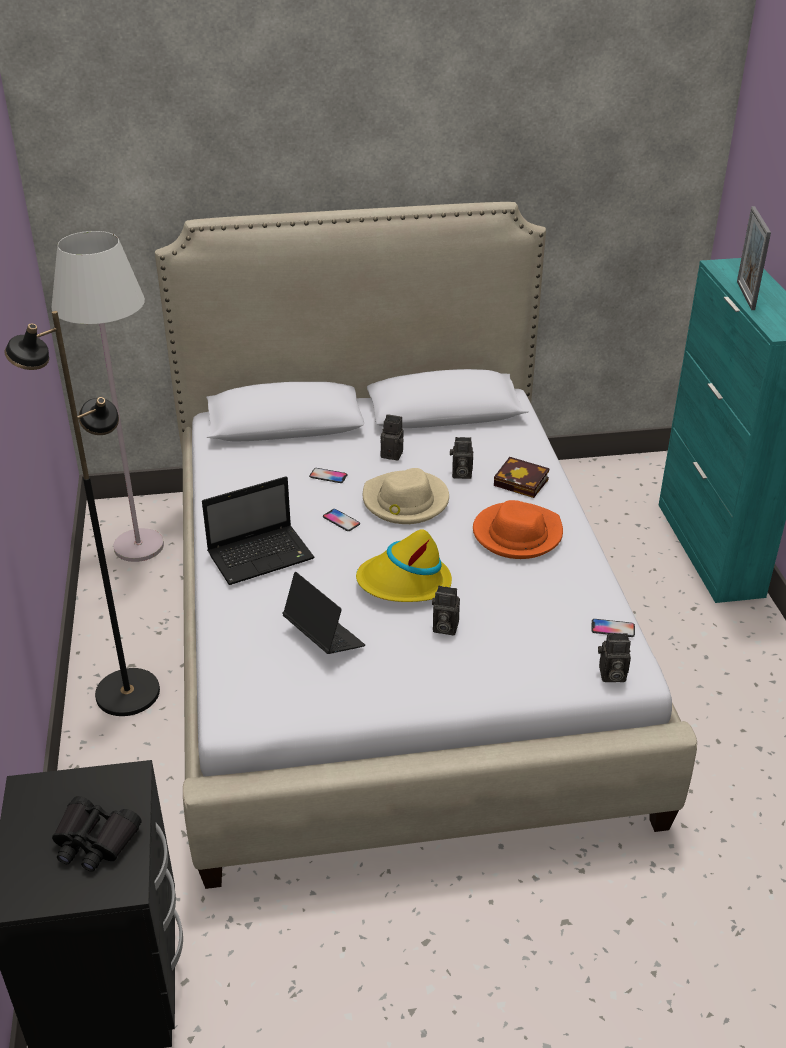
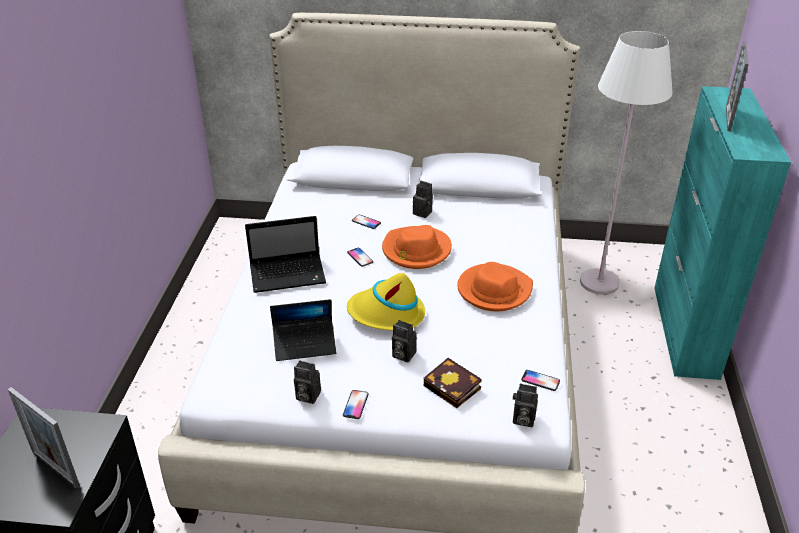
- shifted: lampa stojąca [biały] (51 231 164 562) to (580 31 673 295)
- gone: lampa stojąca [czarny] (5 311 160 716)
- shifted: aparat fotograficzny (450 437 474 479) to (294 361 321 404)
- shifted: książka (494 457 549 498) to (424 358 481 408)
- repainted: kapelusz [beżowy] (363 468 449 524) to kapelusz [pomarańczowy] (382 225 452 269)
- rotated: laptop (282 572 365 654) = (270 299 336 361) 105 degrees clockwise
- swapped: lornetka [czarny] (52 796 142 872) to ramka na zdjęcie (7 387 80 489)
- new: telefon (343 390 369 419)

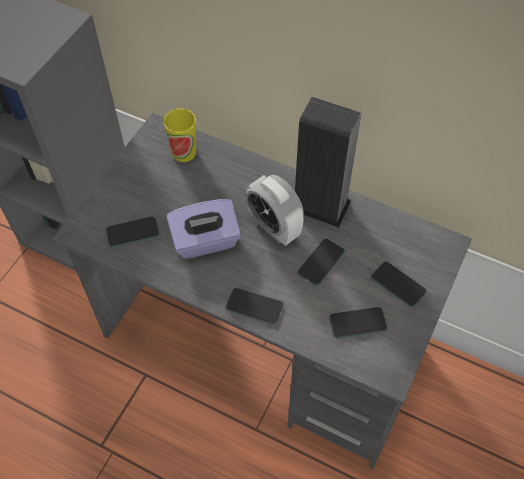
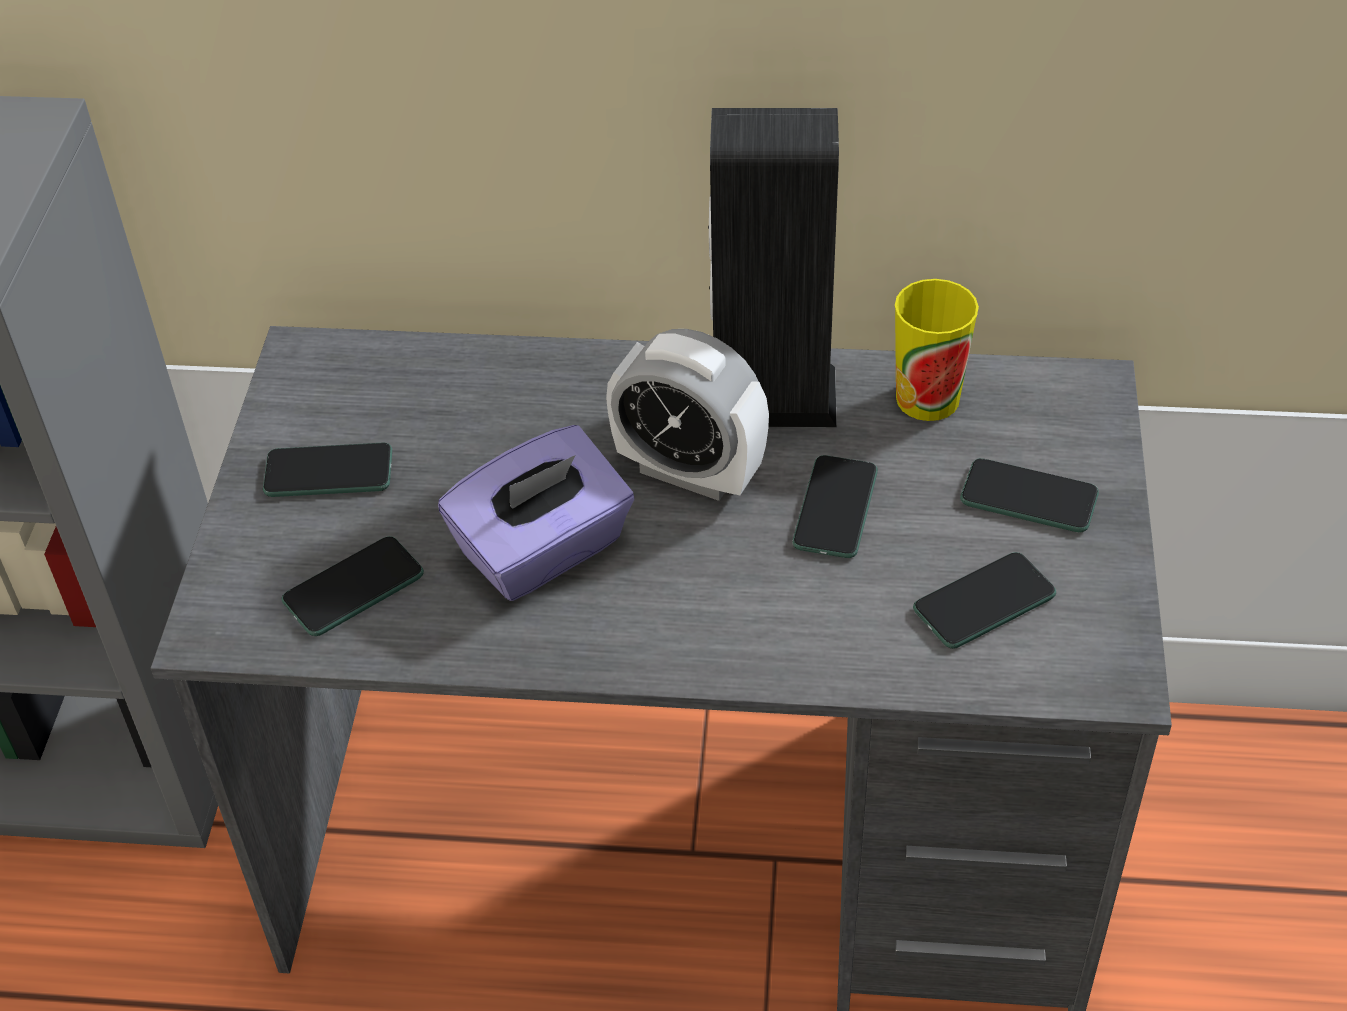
- shifted: filiżanka (163 108 196 162) to (895 279 979 421)
- shifted: telefon (225 288 284 325) to (263 443 392 497)

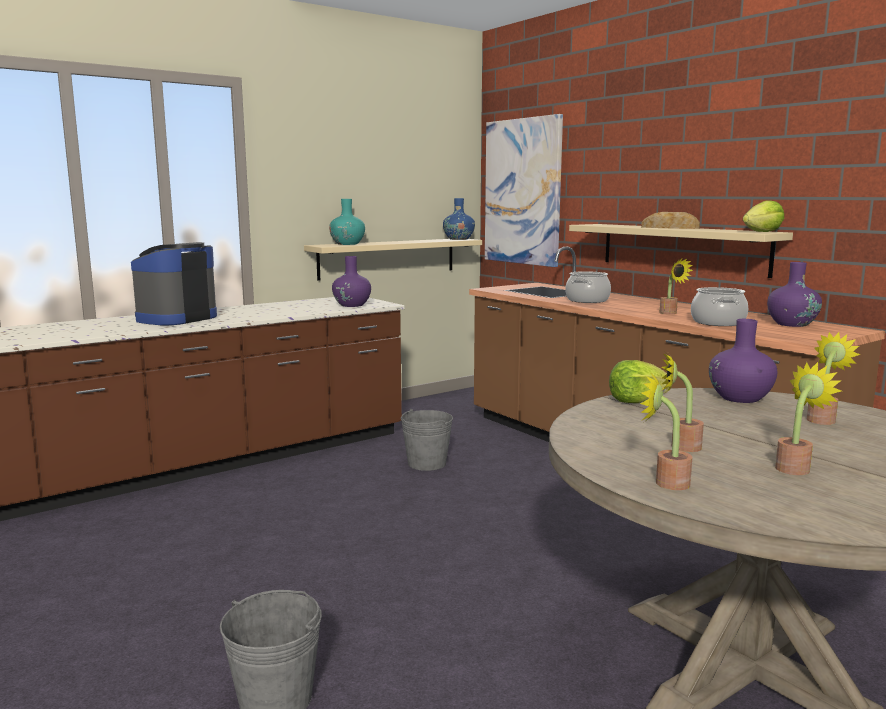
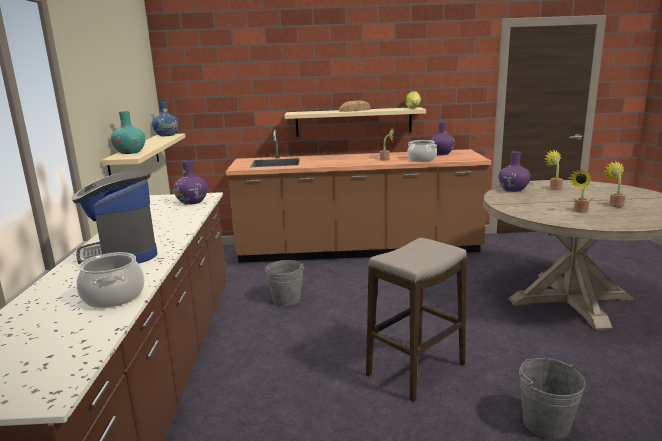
- gone: obraz (485 114 563 267)
- shifted: garnek (565 271 611 303) to (76 252 145 308)
- gone: sałata (609 360 667 403)
- gone: roślina doniczkowa (640 372 692 490)
- new: stołek (366 238 467 402)

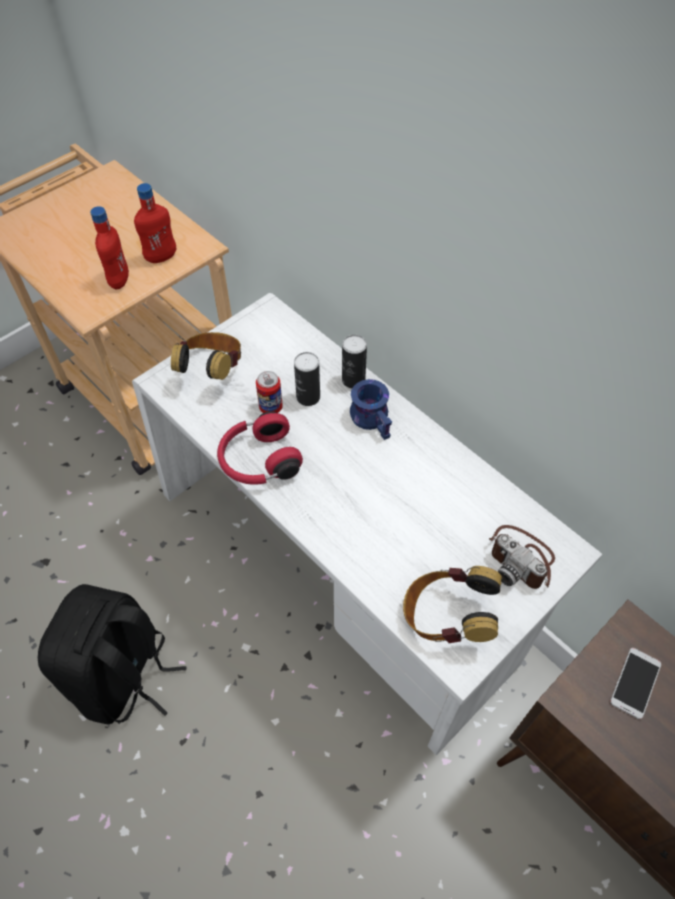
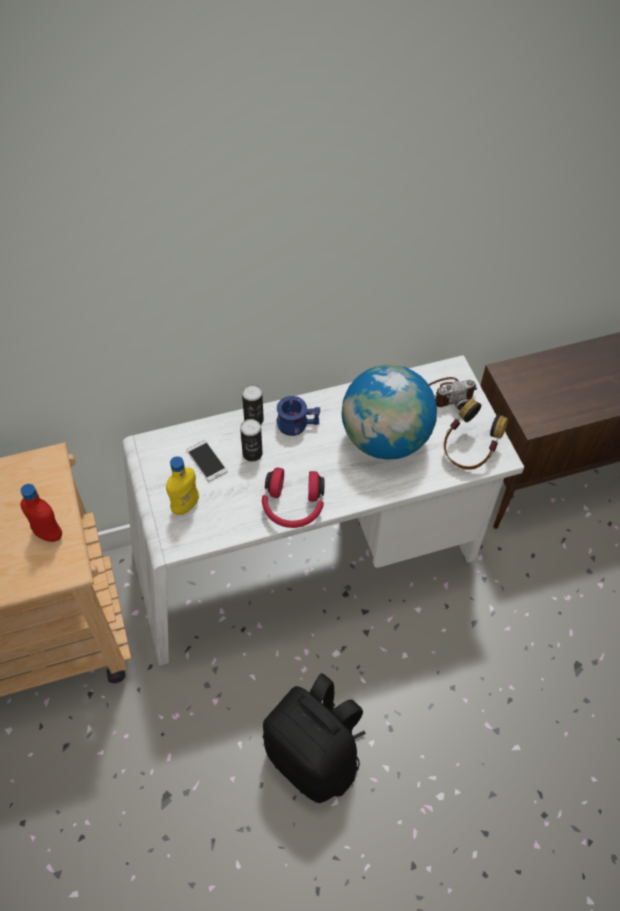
- gone: butelka [czerwony] (134 183 176 263)
- swapped: słuchawki (171 332 241 380) to butelka [żółty] (166 456 199 515)
- gone: puszka (256 371 283 413)
- shifted: telefon (610 648 661 719) to (186 440 227 482)
- new: globus (342 364 437 460)

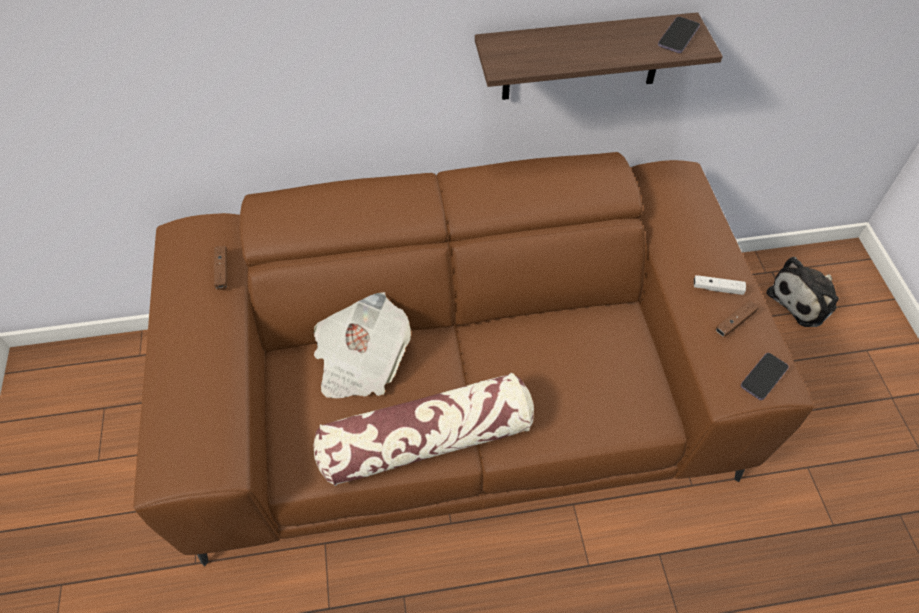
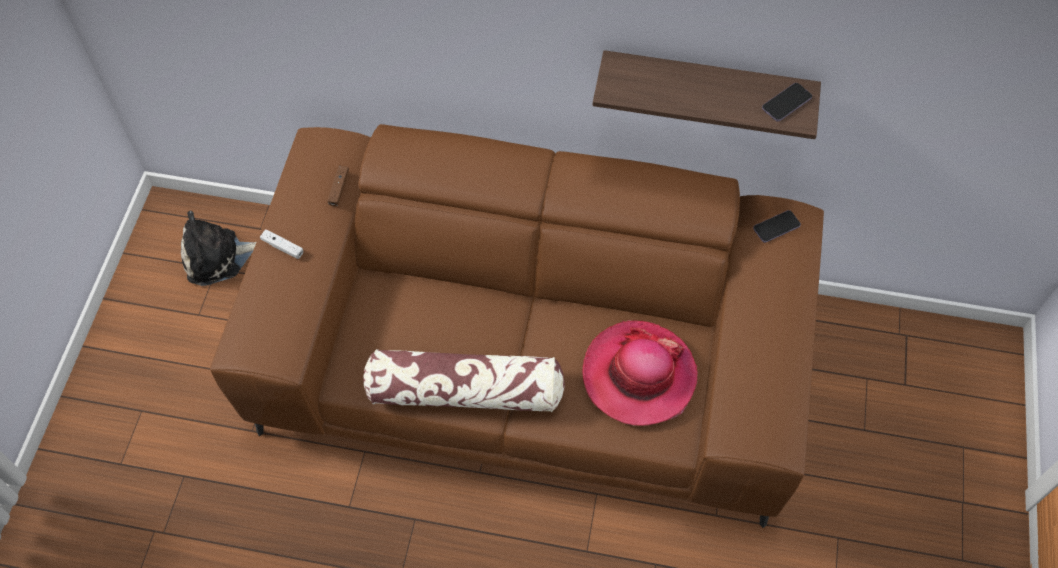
- shifted: pluszak (766 257 839 327) to (181 210 256 286)
- shifted: pad do gier [biały] (694 275 746 295) to (260 229 303 259)
- gone: gazeta (314 292 411 399)
- gone: pad do gier [brązowy] (715 300 759 337)
- shifted: telefon (741 353 789 400) to (753 210 801 243)
- new: kapelusz (582 320 698 426)

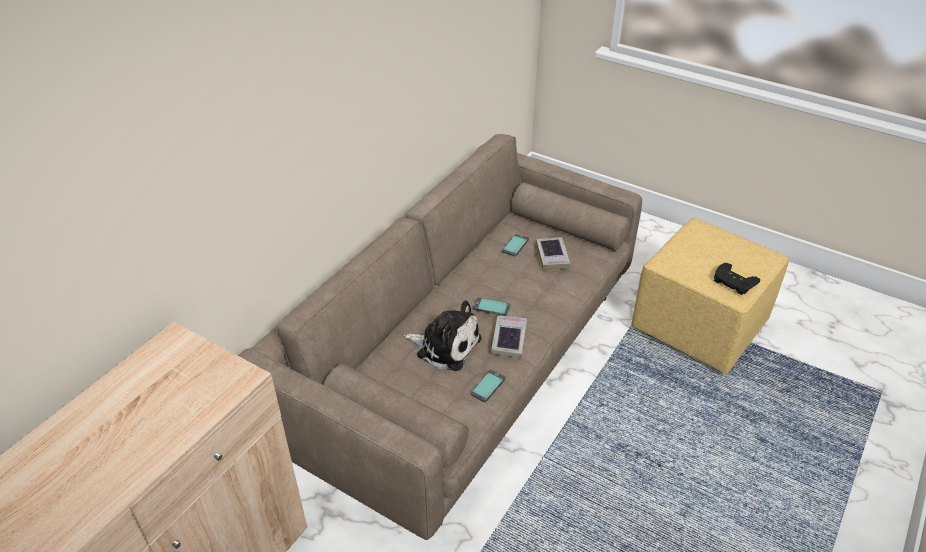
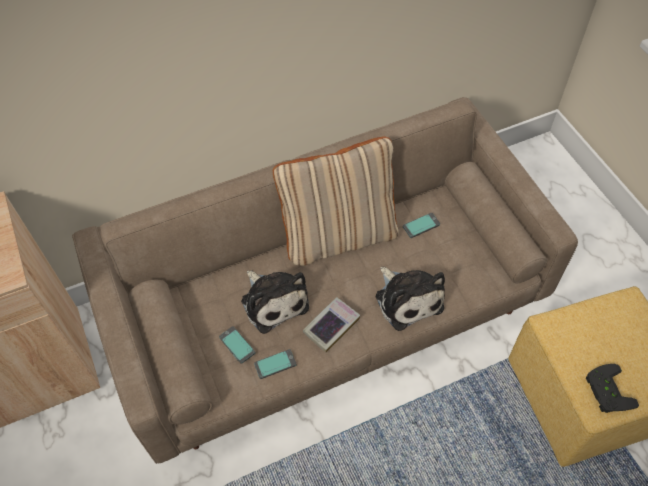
- gone: książka (536 237 570 270)
- shifted: telefon (473 297 510 316) to (219 326 255 364)
- new: poduszka [beżowy] (273 136 399 266)
- new: pluszak (375 267 445 331)

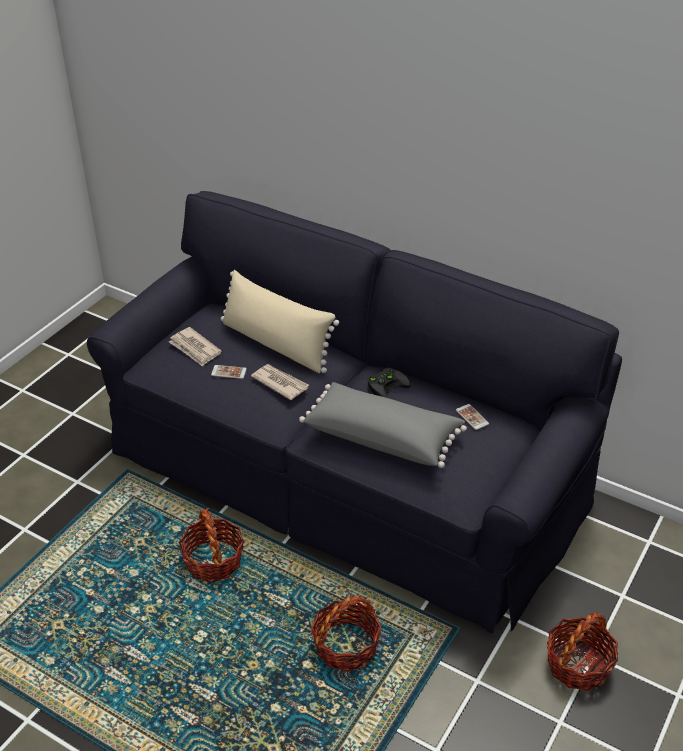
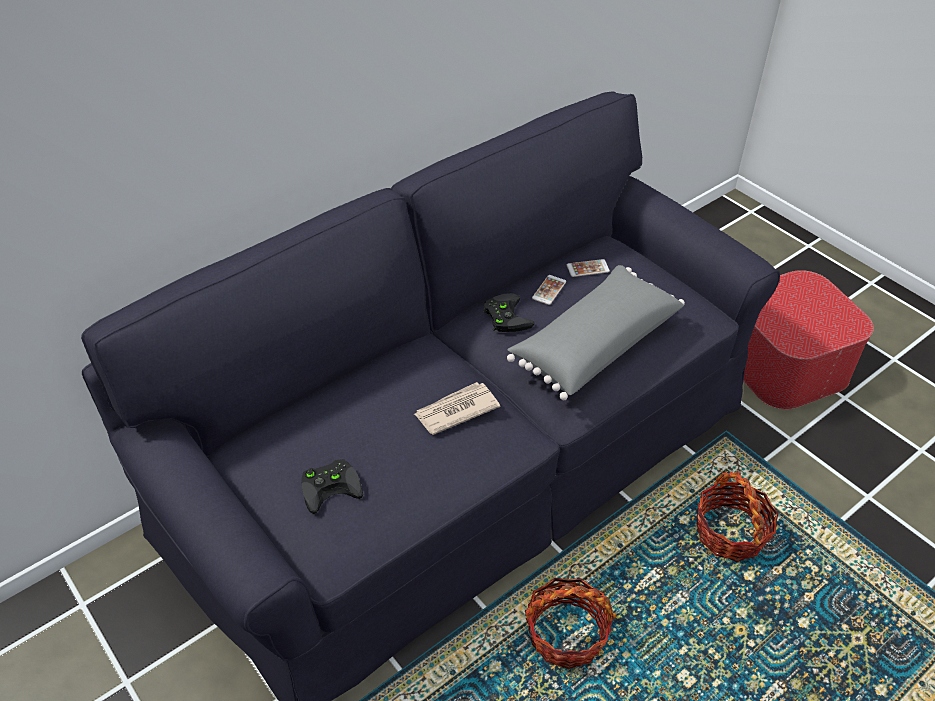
- gone: poduszka [beżowy] (221 270 339 374)
- swapped: gazeta (169 327 222 367) to pad do gier [czarny] (301 459 363 514)
- shifted: telefon (211 365 247 379) to (532 275 566 305)
- swapped: koszyk (547 612 618 691) to pufa (744 270 874 409)

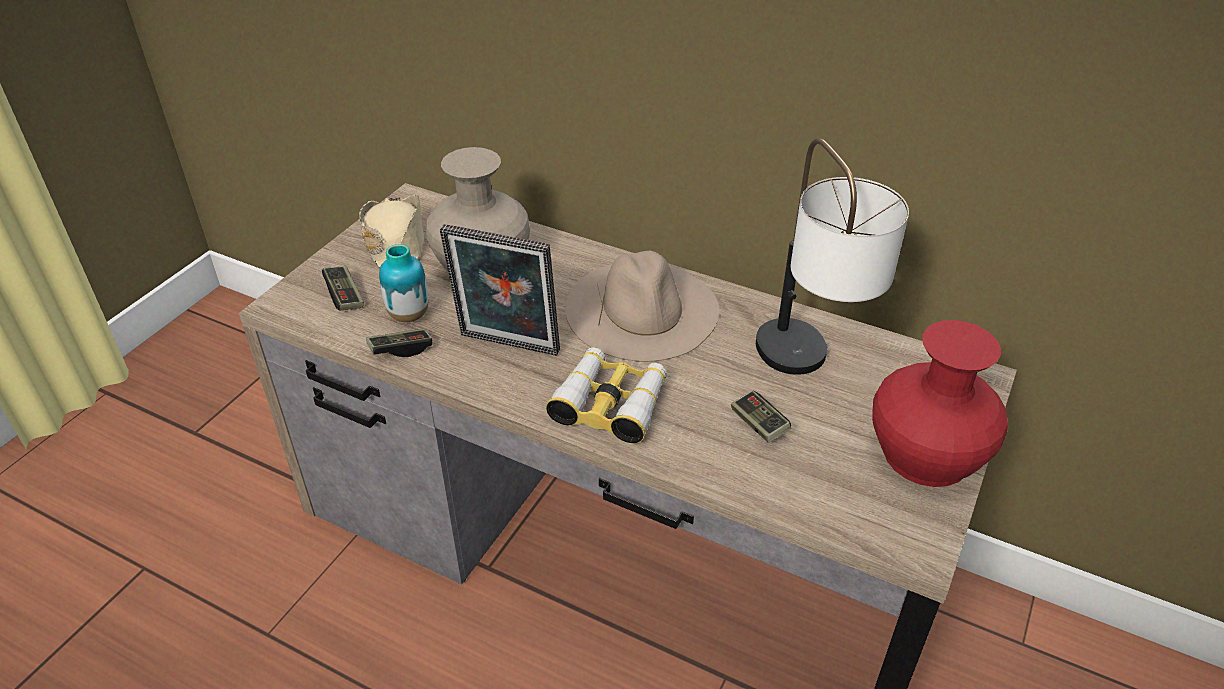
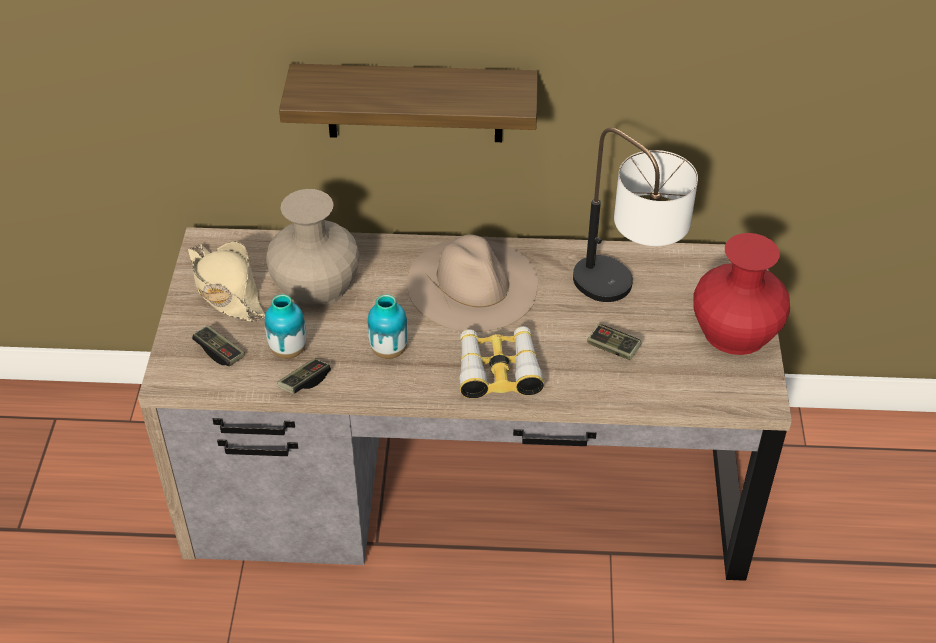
- swapped: ramka na zdjęcie (440 224 560 356) to wazon (368 294 408 359)
- new: półka (279 64 538 142)

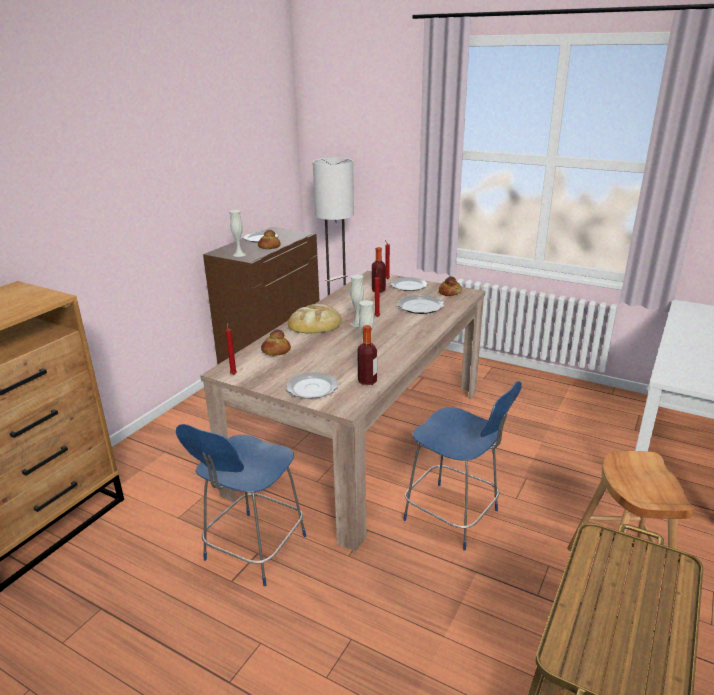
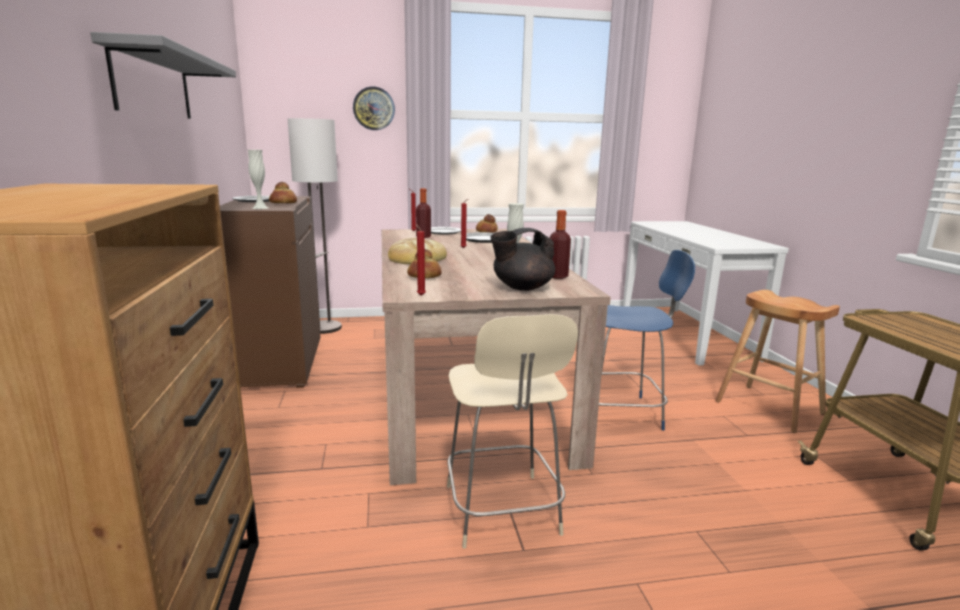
- gone: wazon [biały] (350 274 364 327)
- swapped: talerz (286 372 338 399) to imbryk [czarny] (490 228 555 291)
- repainted: krzesło [niebieski] (176 424 306 586) to krzesło [beżowy] (447 314 578 548)
- new: półka [szary] (90 32 236 119)
- new: zegar ścienny (353 86 395 130)

